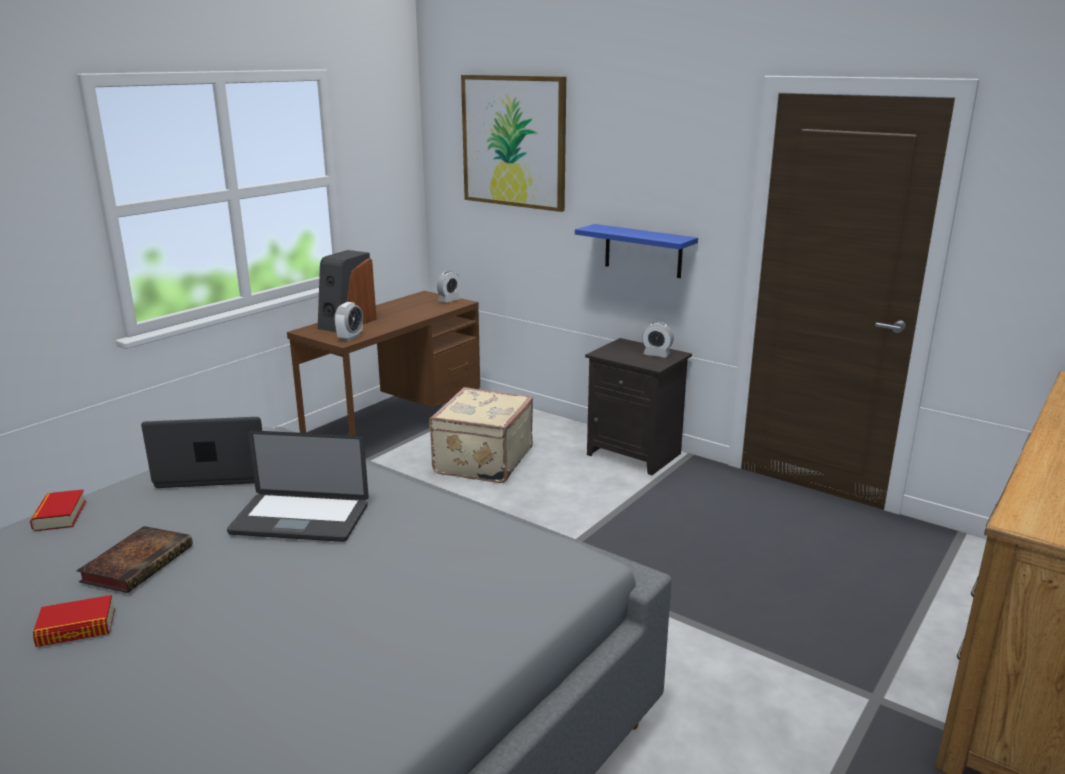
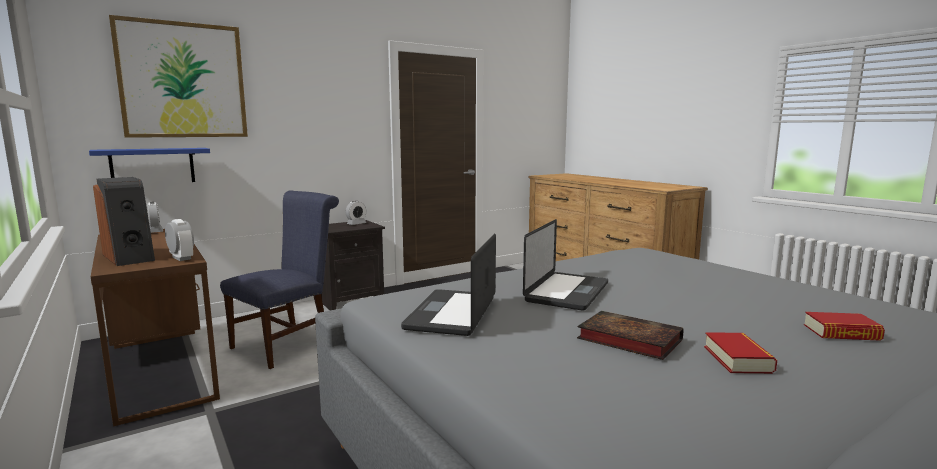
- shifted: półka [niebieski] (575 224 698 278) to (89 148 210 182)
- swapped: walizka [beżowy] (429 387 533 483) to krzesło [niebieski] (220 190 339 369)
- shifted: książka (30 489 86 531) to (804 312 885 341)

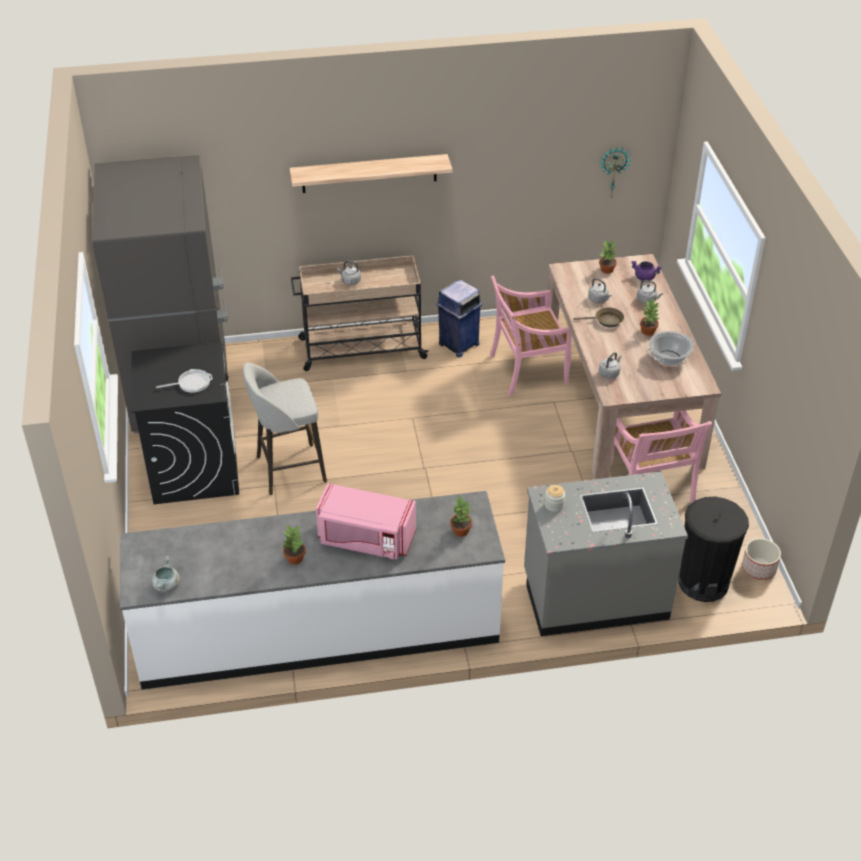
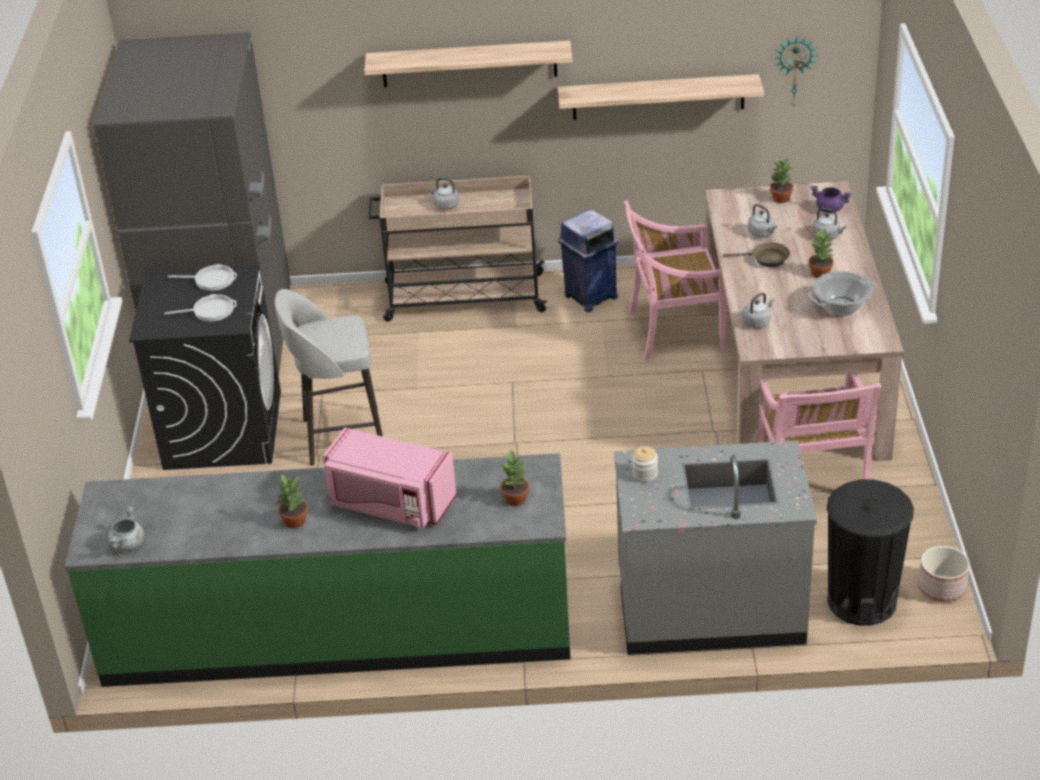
- repainted: zabudowa kuchenna [biały] (120 491 505 689) to zabudowa kuchenna [zielony] (65 453 570 687)
- new: półka (558 74 764 120)
- new: patelnia (168 264 237 291)

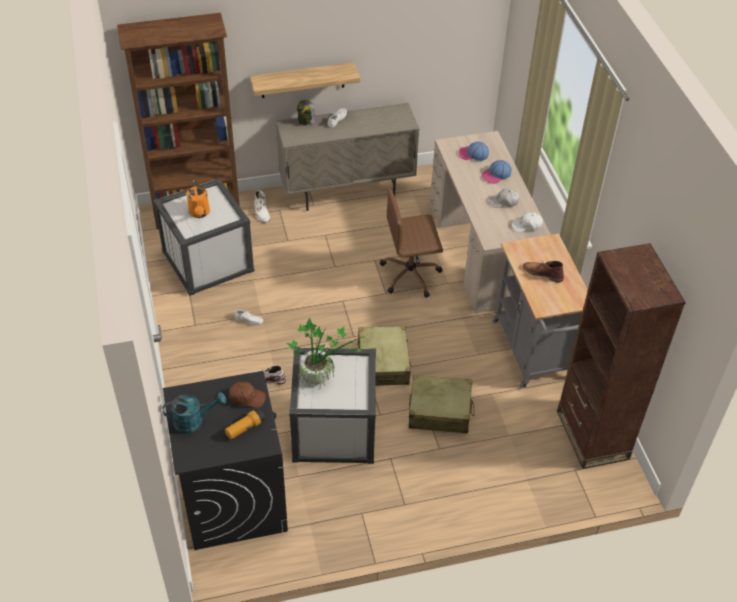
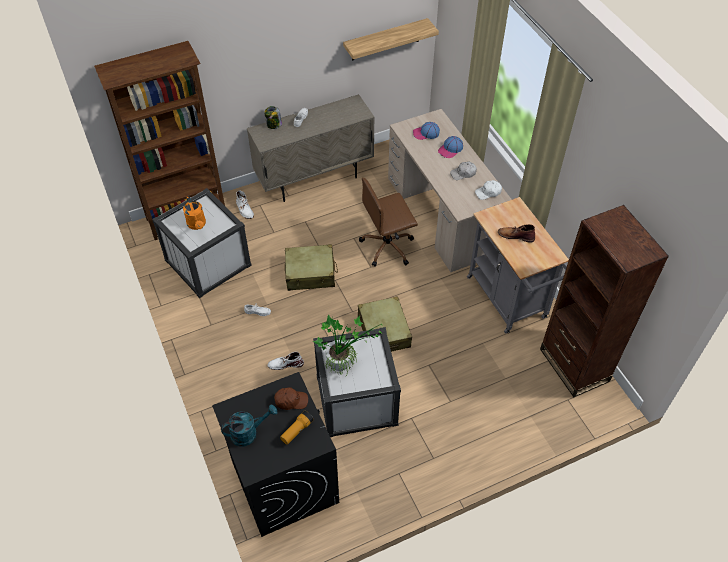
- shifted: półka (250 63 360 98) to (343 18 439 61)
- shifted: walizka [beżowy] (409 375 475 433) to (285 244 338 291)

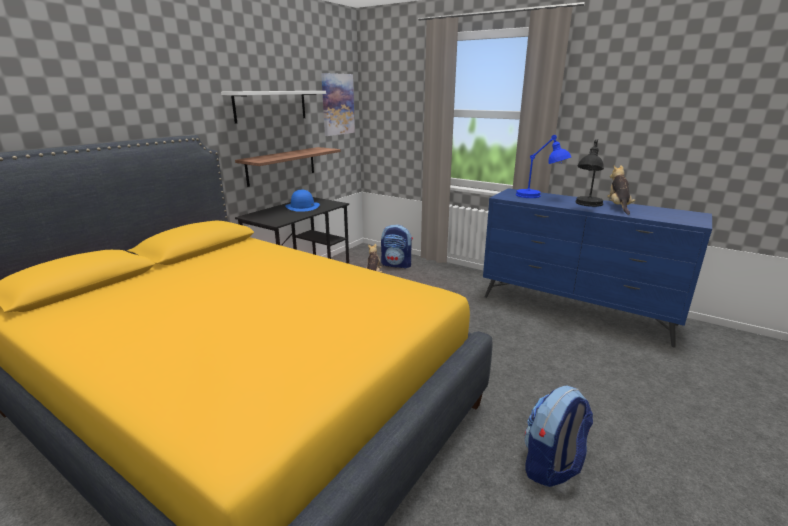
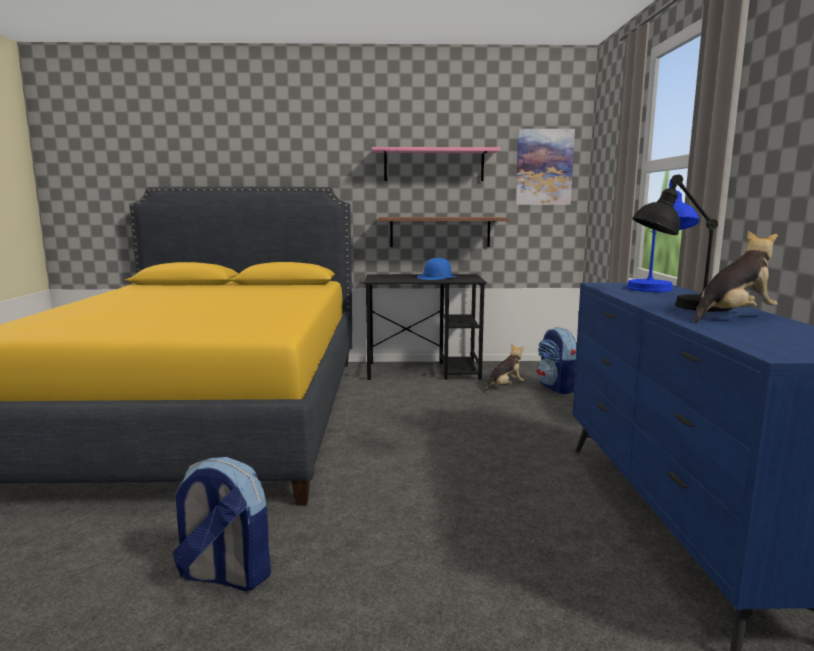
- repainted: półka [biały] (221 91 326 124) to półka [różowy] (372 147 500 181)

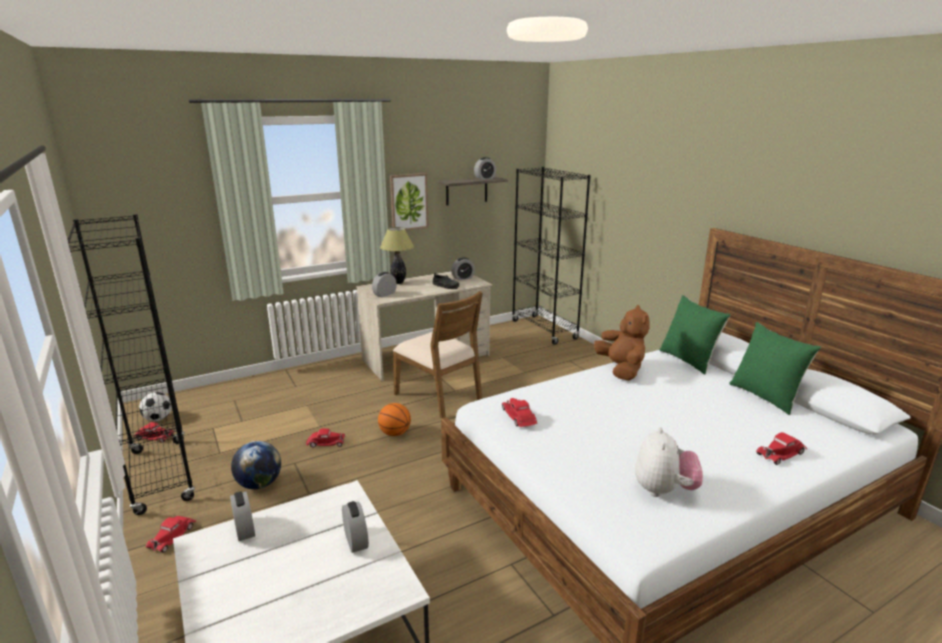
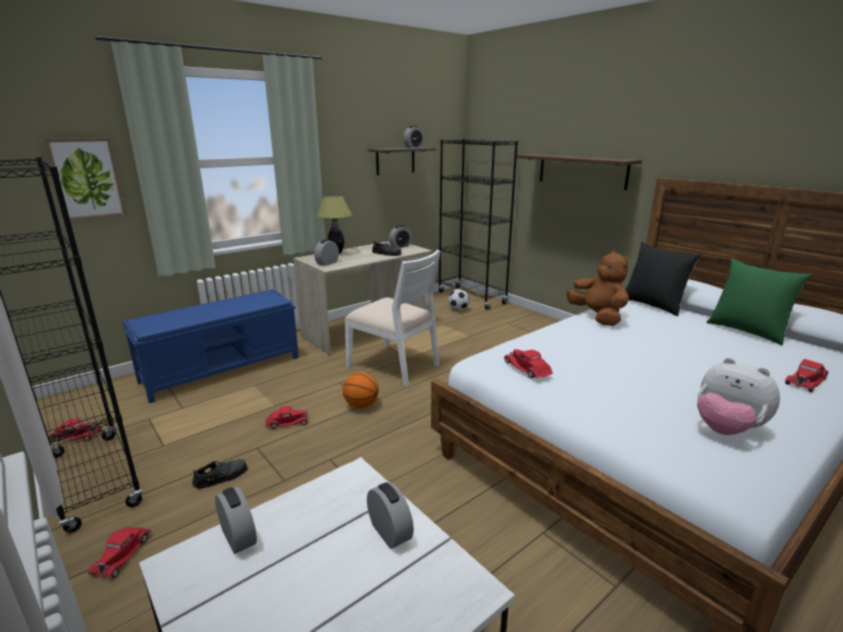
- shifted: obraz (390 173 429 231) to (44 138 127 220)
- repainted: krzesło [brązowy] (393 291 483 418) to krzesło [biały] (345 250 441 387)
- repainted: poduszka [zielony] (660 295 731 374) to poduszka [czarny] (625 242 701 316)
- shifted: piłka futbolowa (139 392 172 421) to (448 289 469 311)
- rotated: pluszak (635 427 703 497) = (697 358 780 435) 135 degrees clockwise
- swapped: globus (231 441 281 489) to but [czarny] (192 459 248 489)
- new: półka (517 154 642 190)
- new: ławka [niebieski] (122 289 299 403)

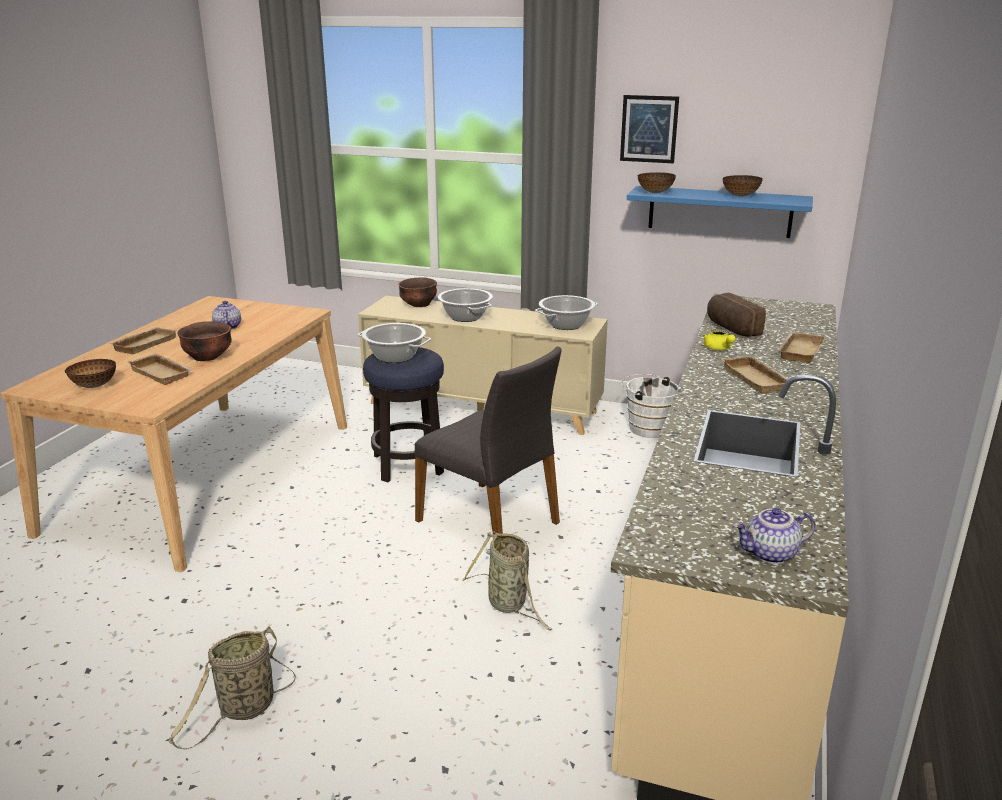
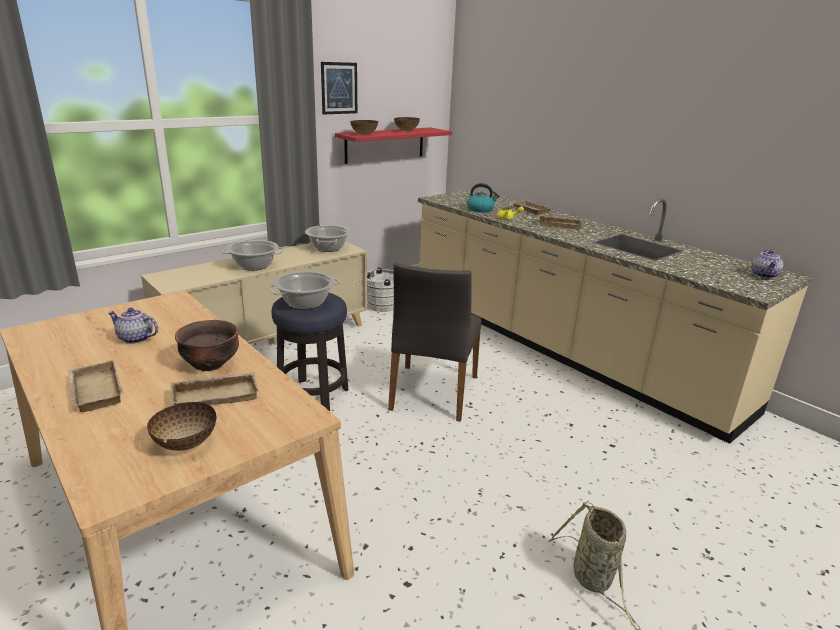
- repainted: półka [niebieski] (627 186 813 238) to półka [czerwony] (335 128 452 164)
- gone: miska [brązowy] (398 278 437 307)
- swapped: chleb (707 293 766 337) to czajnik (467 183 500 213)
- rotated: krzesło [szary] (415 346 561 535) = (388 262 482 422) 120 degrees clockwise
- gone: koszyk (462 532 552 630)

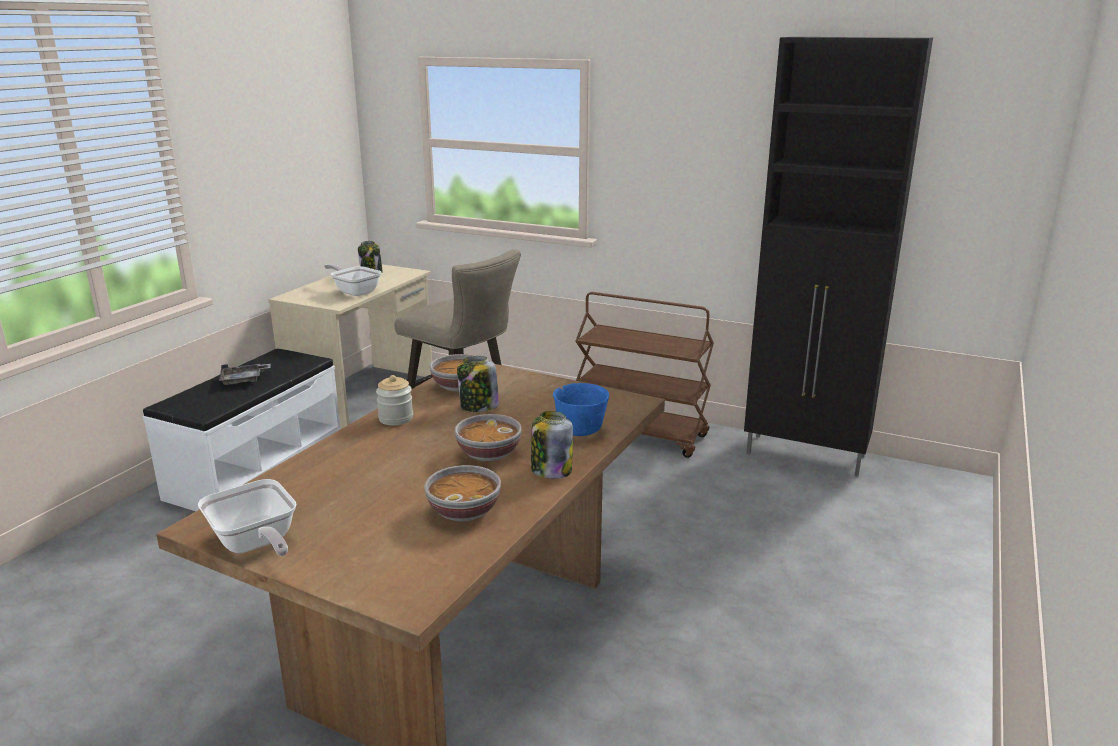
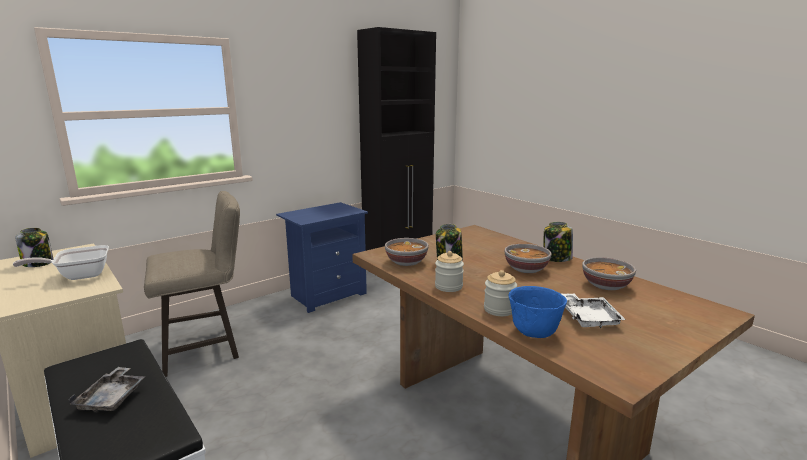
- swapped: wózek [brązowy] (575 292 714 458) to szafka nocna [niebieski] (276 202 368 313)
- shifted: miska [niebieski] (553 383 609 436) to (508 286 567 338)
- gone: patelnia (198 479 297 556)
- new: słoik (484 270 517 316)
- new: taca [biały] (562 293 626 328)

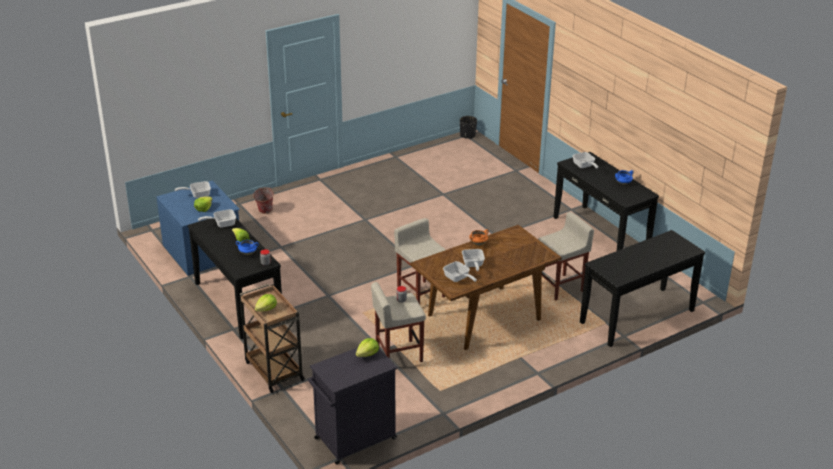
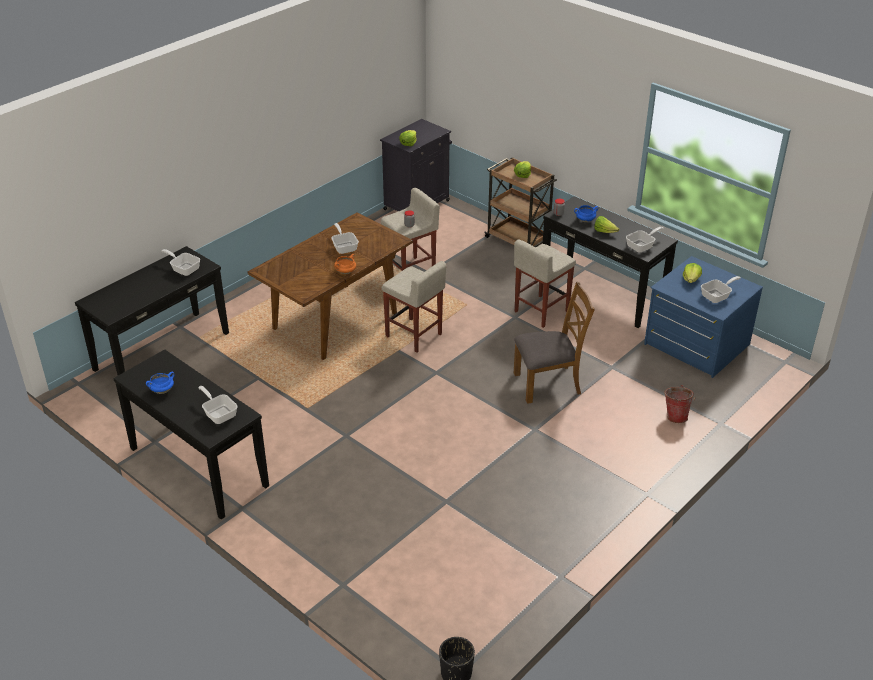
- shifted: stołek [beżowy] (538 212 594 301) to (514 239 576 328)
- shifted: patelnia (443 261 477 282) to (161 249 200 276)
- new: krzesło [brązowy] (514 282 595 404)

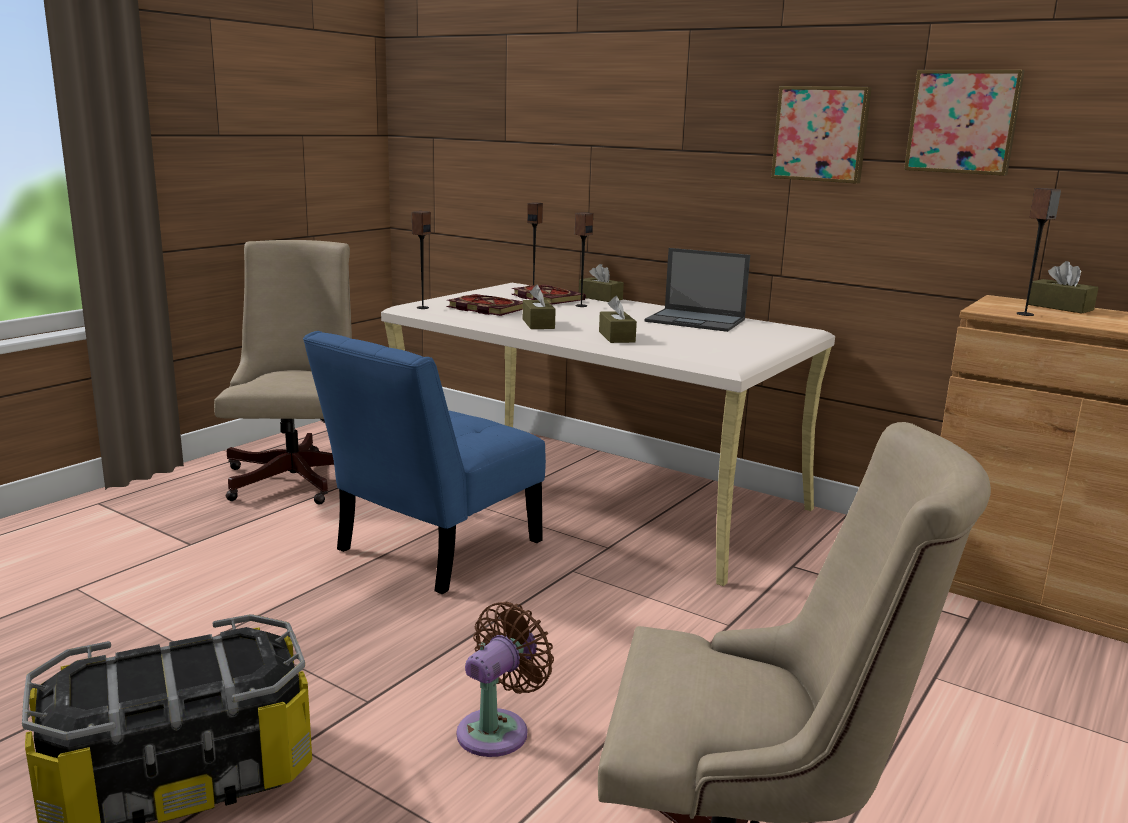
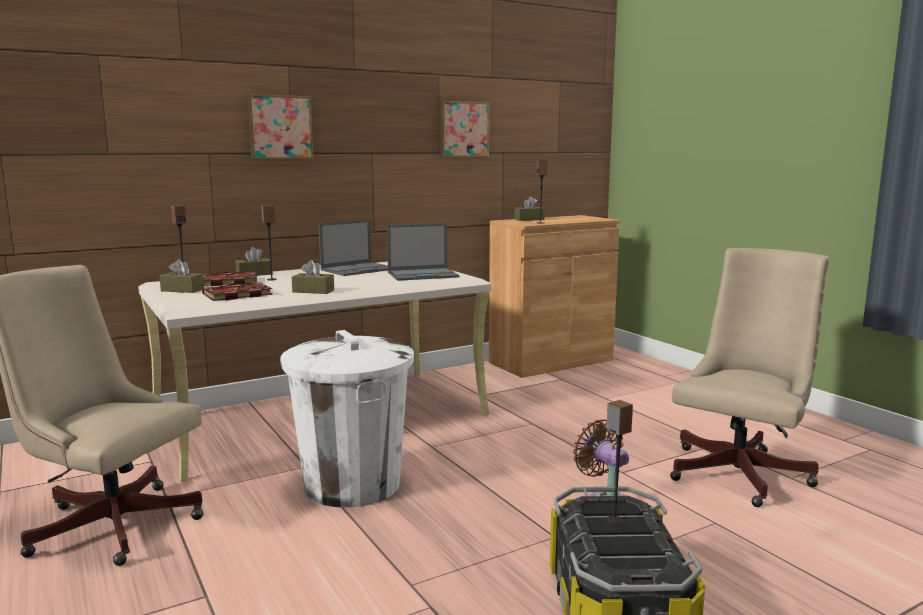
- shifted: obraz (771 86 872 184) to (247 94 313 160)
- shifted: głośnik (412 211 431 309) to (607 400 633 524)
- shifted: pudełko chusteczek [brązowy] (599 296 637 343) to (159 259 204 293)
- swapped: krzesło [niebieski] (303 331 546 594) to kosz na śmieci [biały] (280 330 414 508)
- new: laptop (387 223 459 281)

